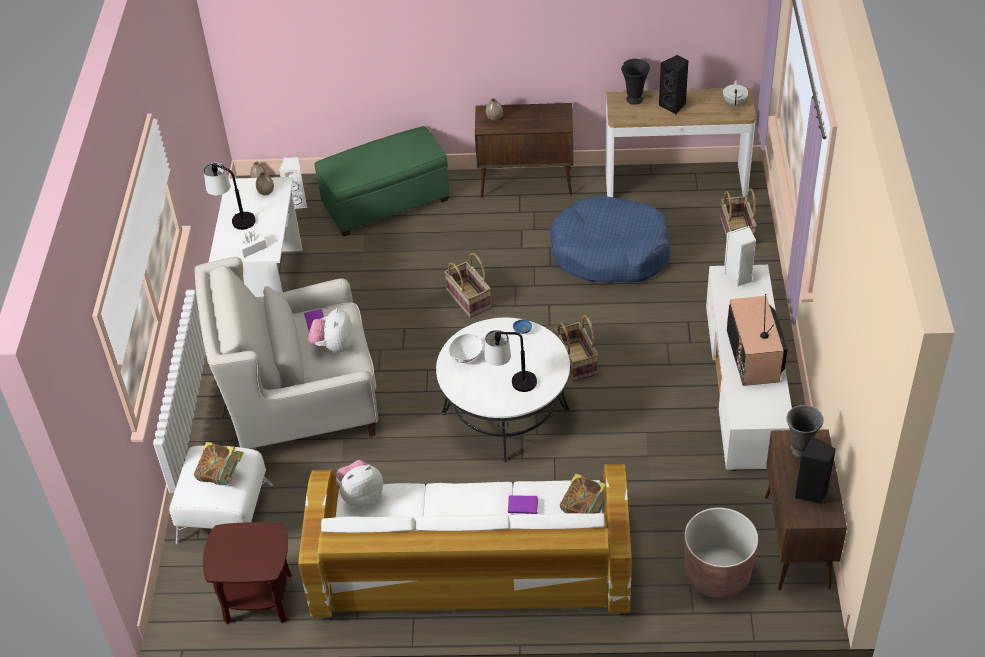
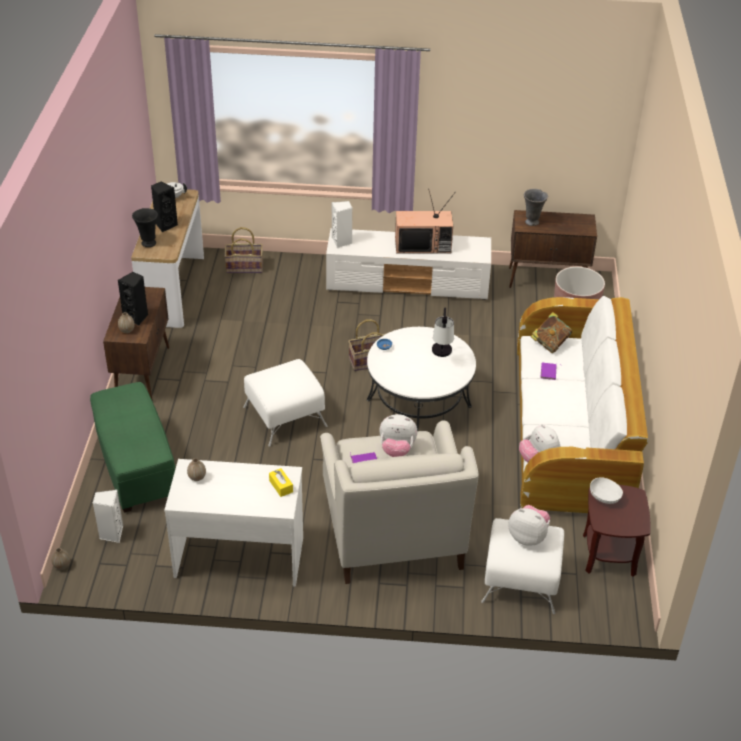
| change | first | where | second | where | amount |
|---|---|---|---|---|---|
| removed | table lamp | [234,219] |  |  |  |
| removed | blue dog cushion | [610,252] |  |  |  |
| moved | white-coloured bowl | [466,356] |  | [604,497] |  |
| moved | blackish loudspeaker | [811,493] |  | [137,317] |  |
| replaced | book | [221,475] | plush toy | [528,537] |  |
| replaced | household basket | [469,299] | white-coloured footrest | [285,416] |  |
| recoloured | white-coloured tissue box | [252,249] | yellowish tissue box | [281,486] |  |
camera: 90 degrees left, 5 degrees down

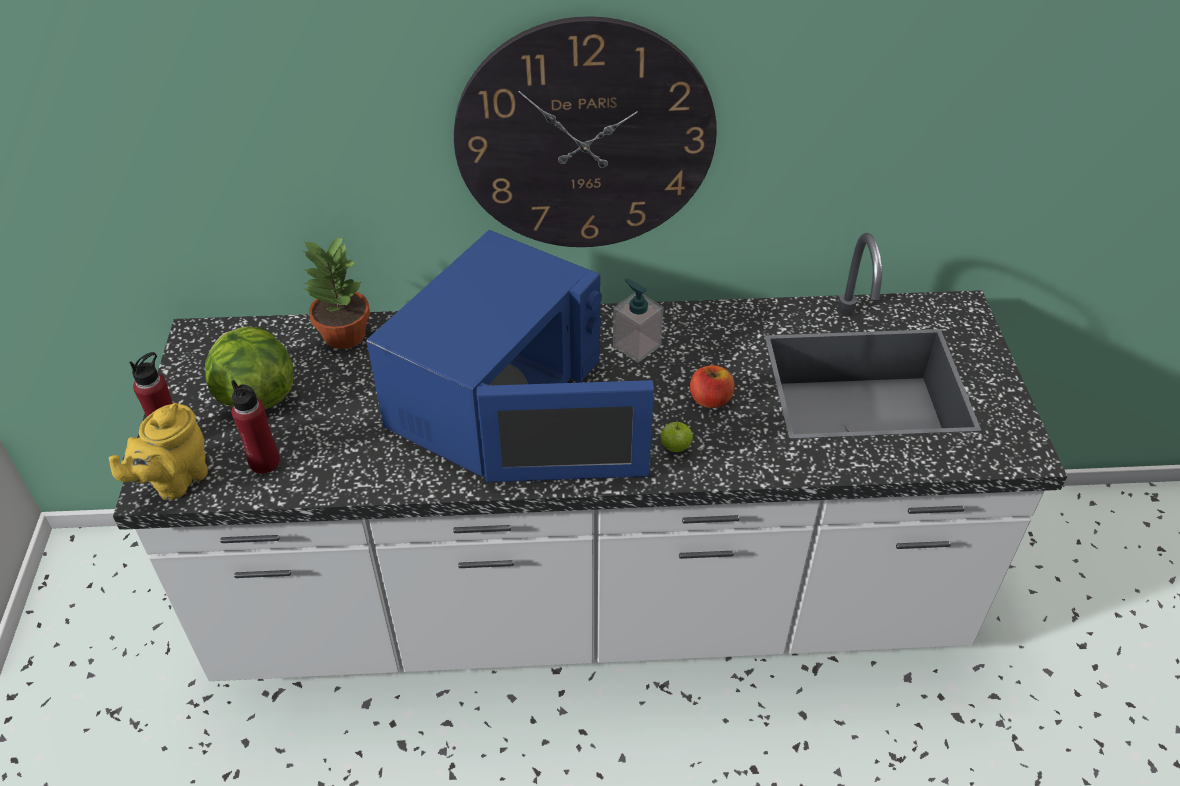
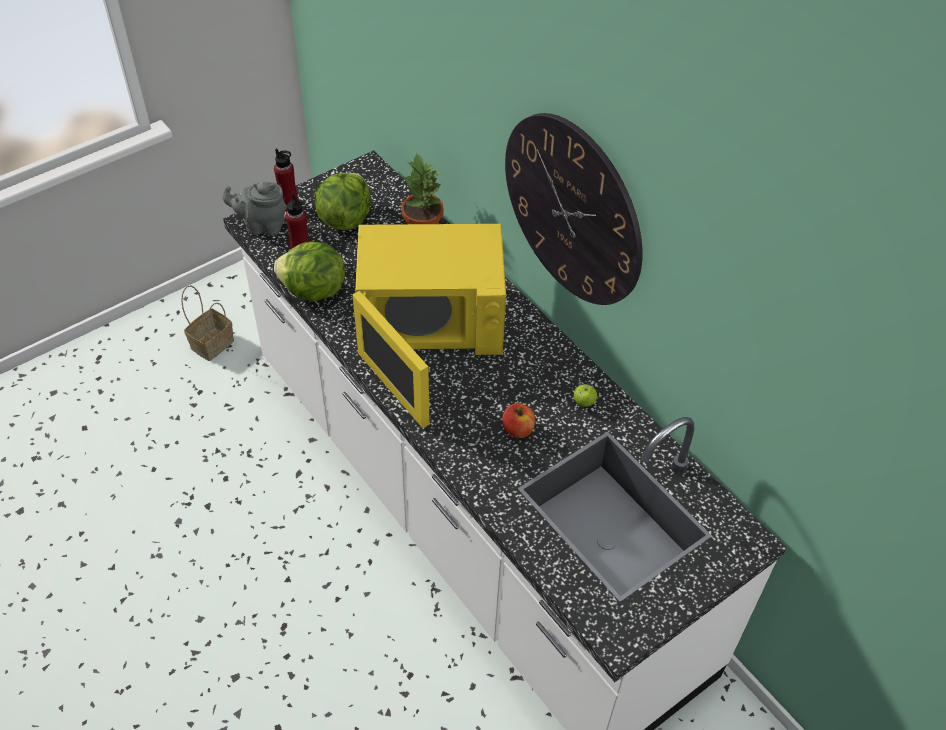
| change | first | where | second | where | amount |
|---|---|---|---|---|---|
| removed | soap dispenser | [636,346] |  |  |  |
| added |  |  | household basket | [212,343] |  |
| added |  |  | head of lettuce | [313,291] |  |
| moved | apple fruit | [675,447] |  | [584,402] |  |
| recoloured | yellowish pot for tea | [175,480] | greyish pot for tea | [262,226] |  |
| recoloured | blue microwave | [498,401] | yellowish microwave | [427,325] |  |
camera: 55 degrees right, 5 degrees up

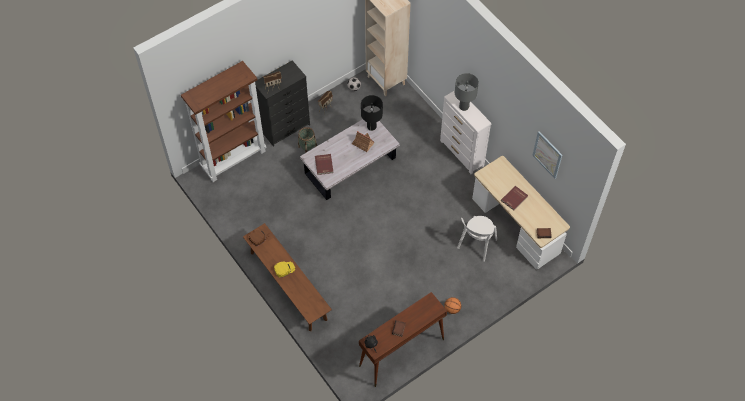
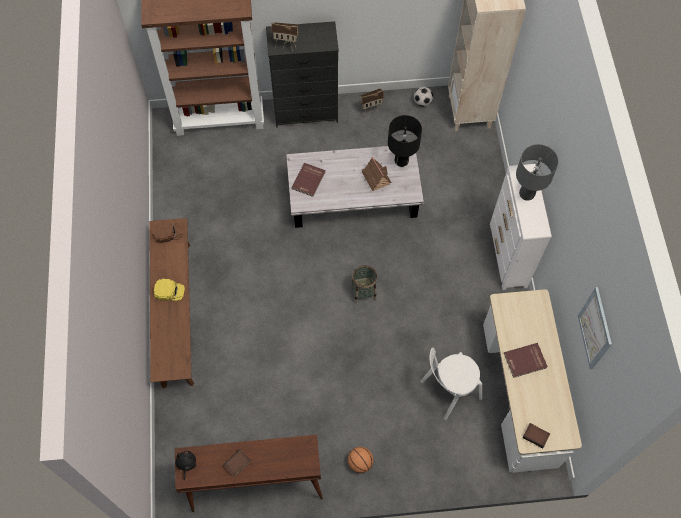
| change | first | where | second | where | amount |
|---|---|---|---|---|---|
| moved | household basket | [307,147] |  | [363,292] |  |
camera: 30 degrees right, 5 degrees up

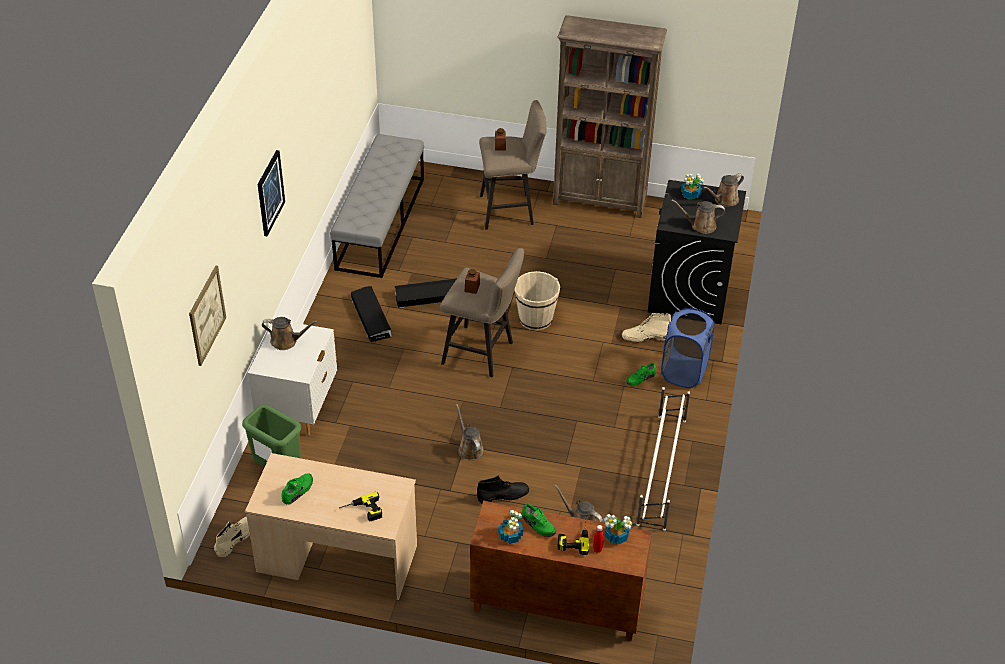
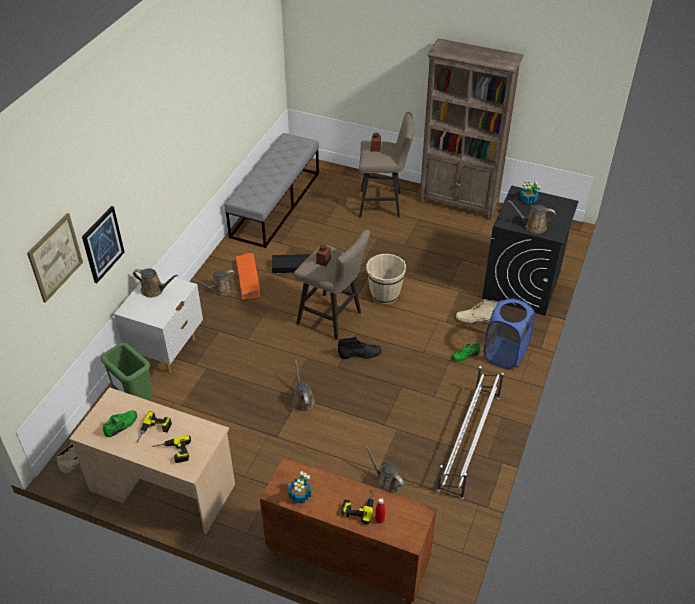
| change | first | where | second | where | amount |
|---|---|---|---|---|---|
| removed | greenish low shoe | [538,525] |  |  |  |
| removed | potted plant | [617,536] |  |  |  |
| added |  |  | drill | [154,431] |  |
| moved | wall picture | [270,193] |  | [102,244] |  |
| moved | blackish high-top boot | [503,495] |  | [360,354] |  |
| moved | brown watering can | [724,200] |  | [220,290] |  |
| recoloured | blackish storage box | [371,317] | orangey storage box | [248,279] |  |
camera: 10 degrees right, 0 degrees up

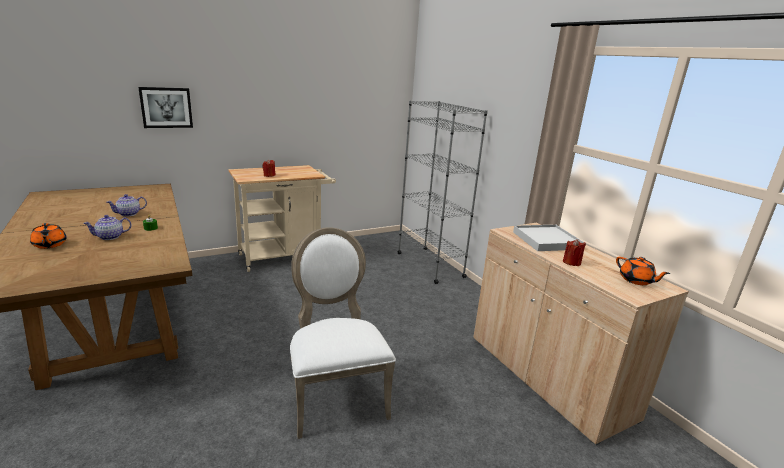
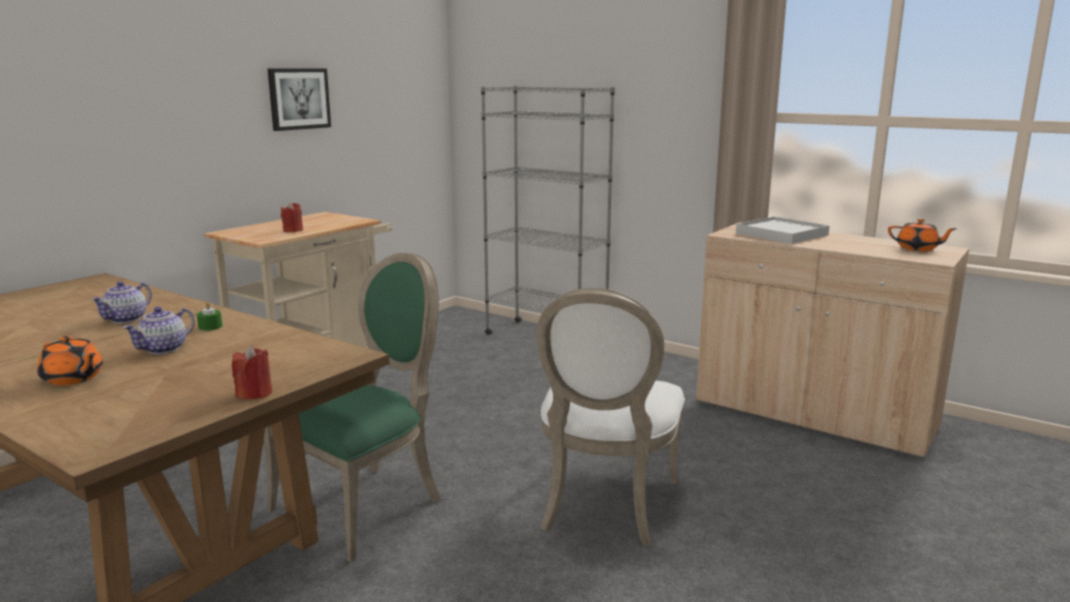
| change | first | where | second | where | amount |
|---|---|---|---|---|---|
| added |  |  | greenish chair | [365,505] |  |
| moved | wall picture | [166,107] |  | [298,99] |  |
| moved | reddish candle | [571,262] |  | [254,393] |  |
| turned | white-coloured chair | [335,394] |  | [604,507] | 120 degrees counterclockwise |
camera: 25 degrees left, 5 degrees down

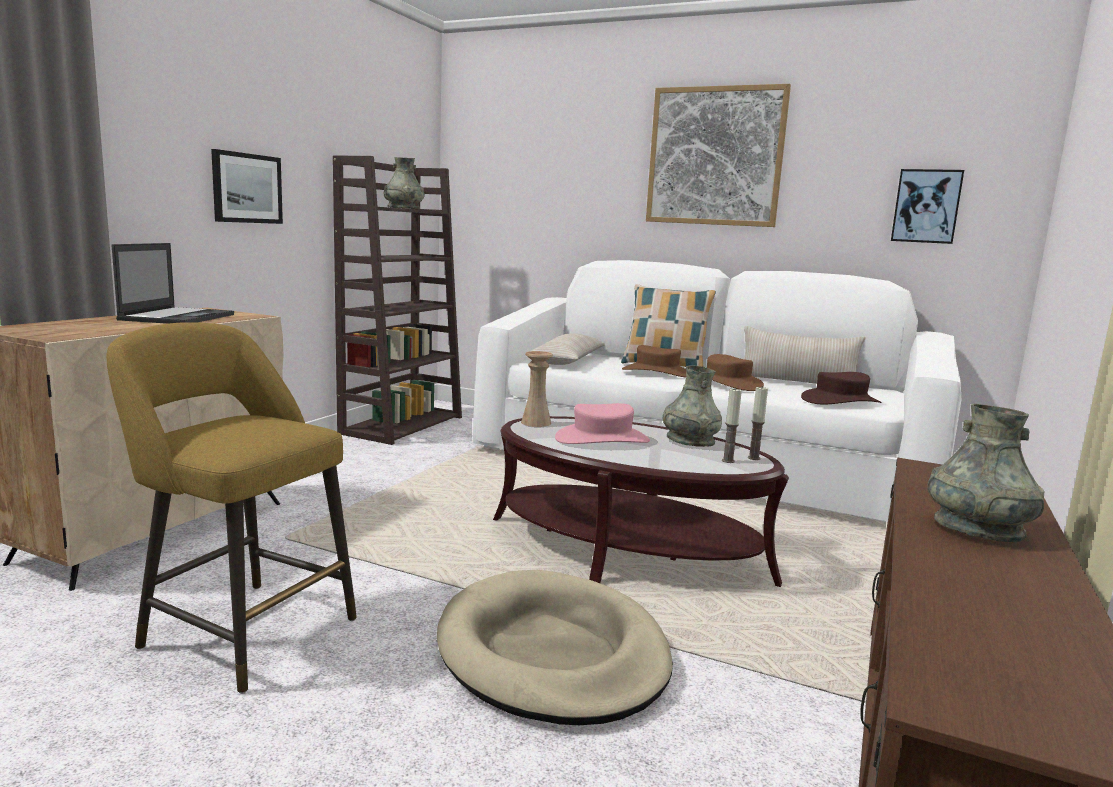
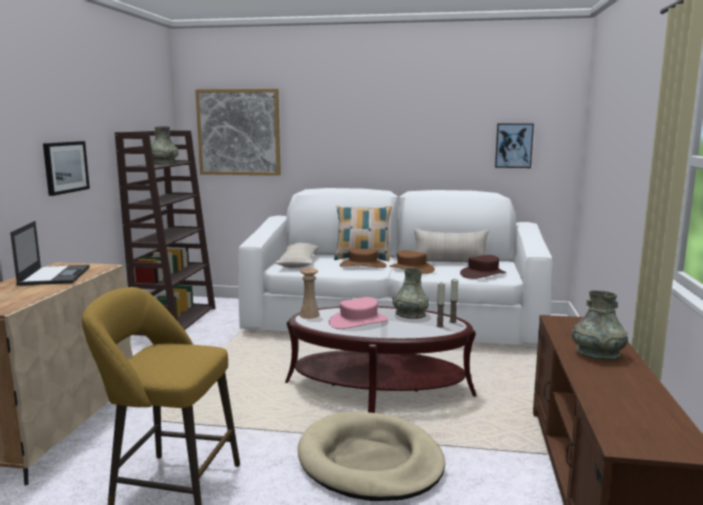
| change | first | where | second | where | amount |
|---|---|---|---|---|---|
| moved | wall picture | [715,156] |  | [239,132] |  |
camera: 15 degrees left, 0 degrees up

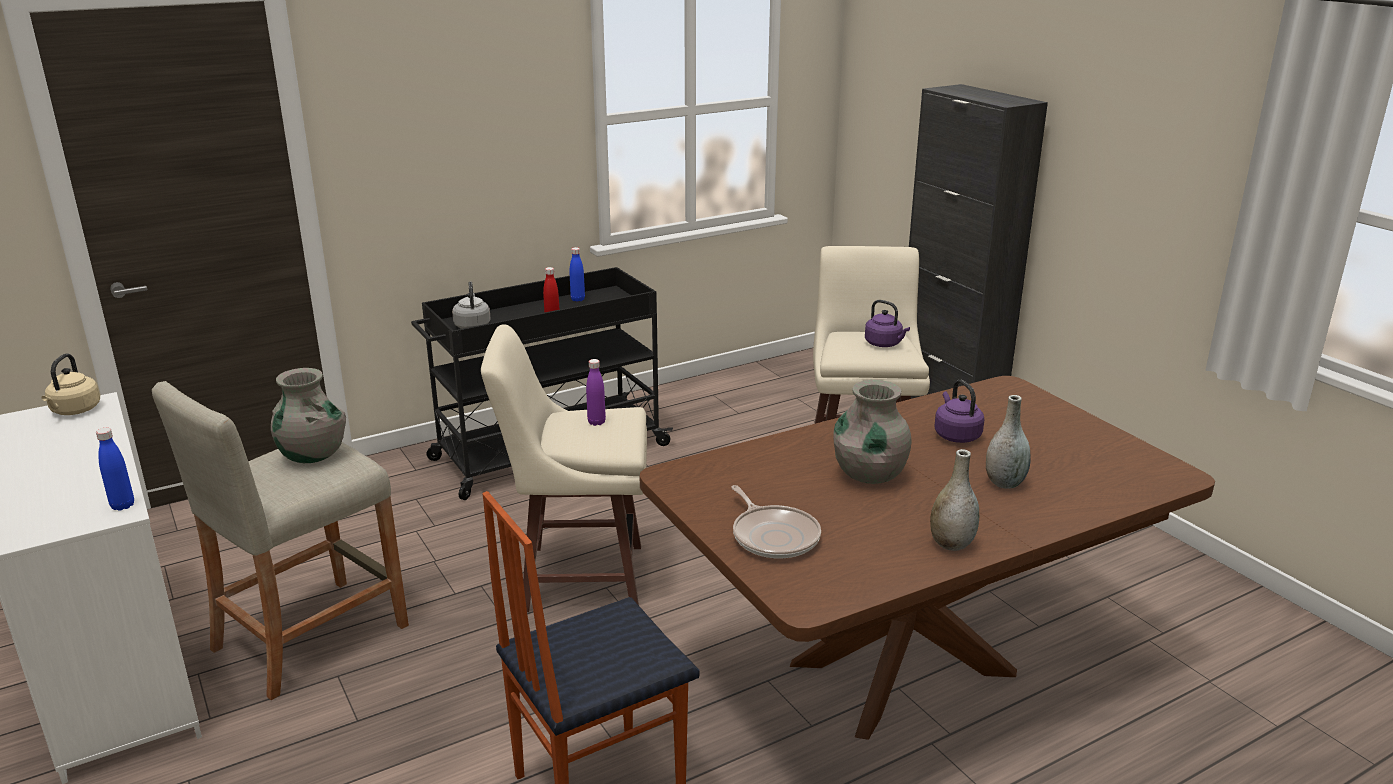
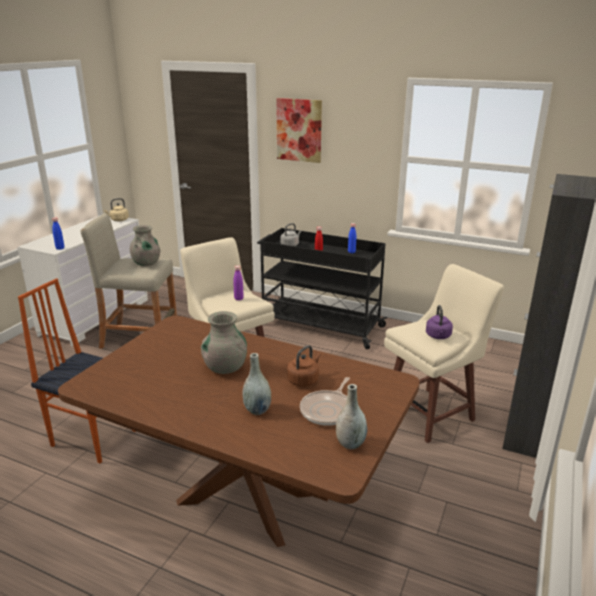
| change | first | where | second | where | amount |
|---|---|---|---|---|---|
| added |  |  | wall picture | [299,130] |  |
| moved | skillet | [774,536] |  | [328,410] |  |
| moved | greyish decorative vase | [951,544] |  | [350,444] |  |
| recoloured | purple kettle | [956,435] | brown kettle | [304,380] |  |
camera: 55 degrees right, 0 degrees up

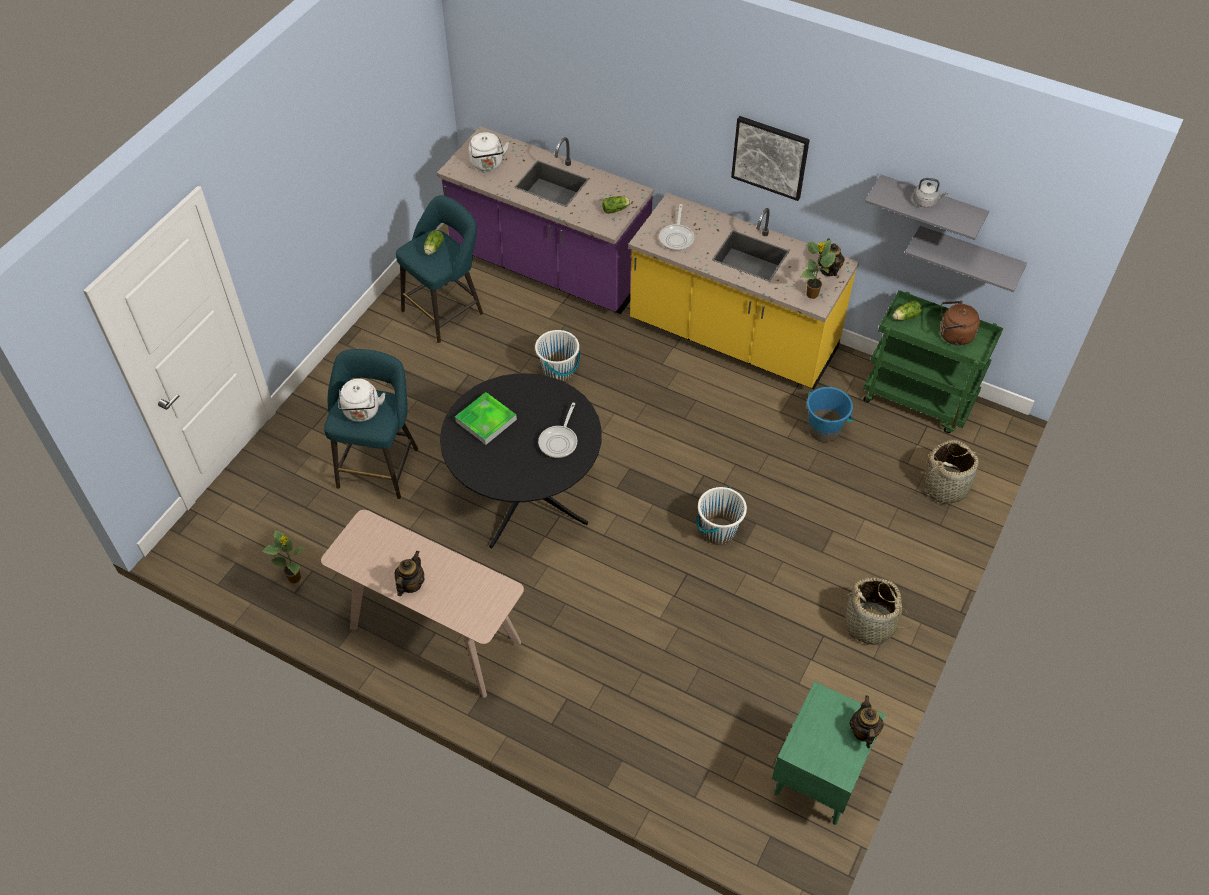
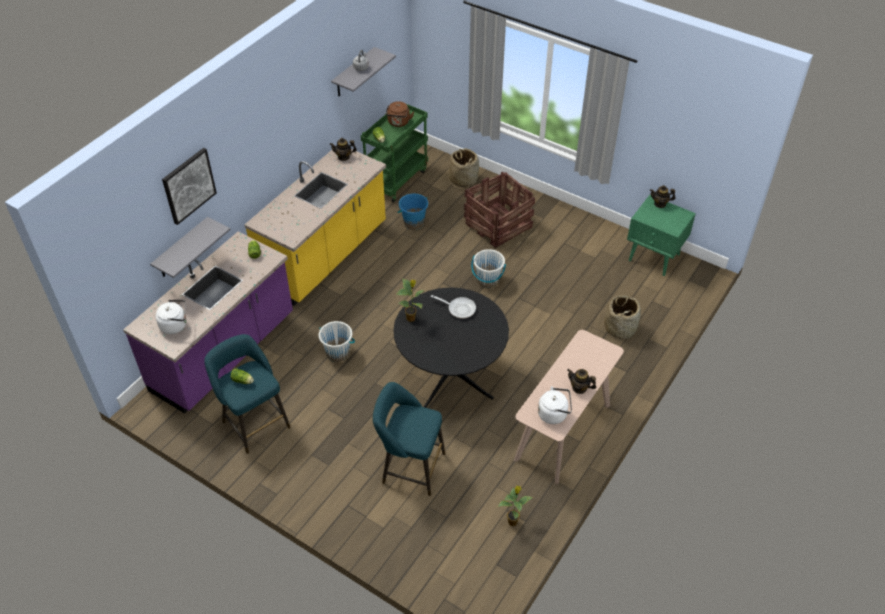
| change | first | where | second | where | amount |
|---|---|---|---|---|---|
| removed | carrying tray | [486,420] |  |  |  |
| removed | skillet | [677,237] |  |  |  |
| added |  |  | shipping crate | [498,225] |  |
| moved | white-coloured kettle | [362,412] |  | [554,414] |  |
| moved | wall picture | [770,157] |  | [188,185] |  |
| moved | potted plant | [812,295] |  | [411,318] |  |
| moved | household basket | [870,625] |  | [620,328] |  |
| moved | greyish shelf | [968,257] |  | [182,249] |  |
camera: 85 degrees left, 5 degrees down

